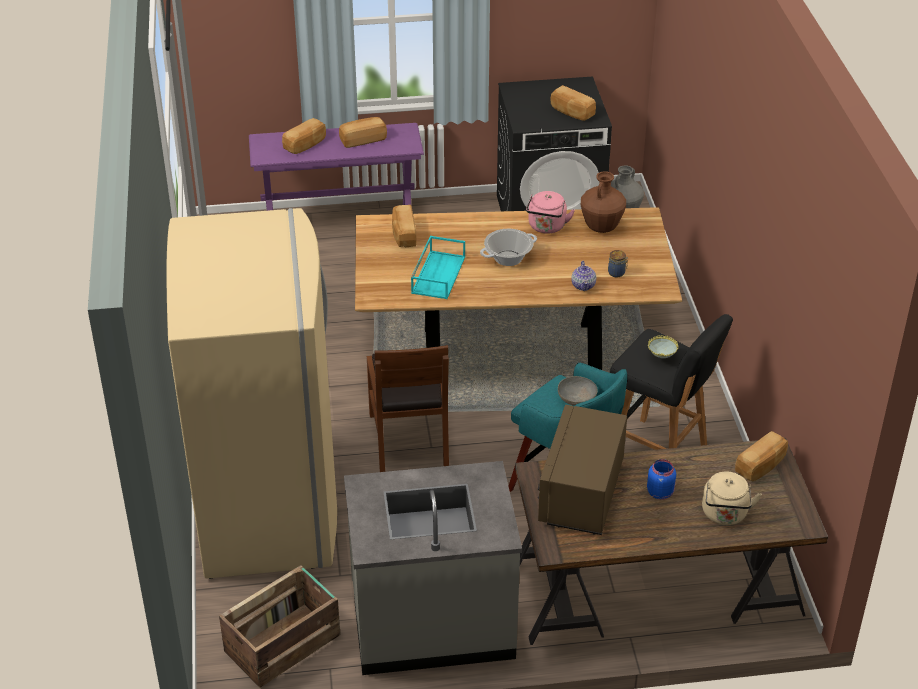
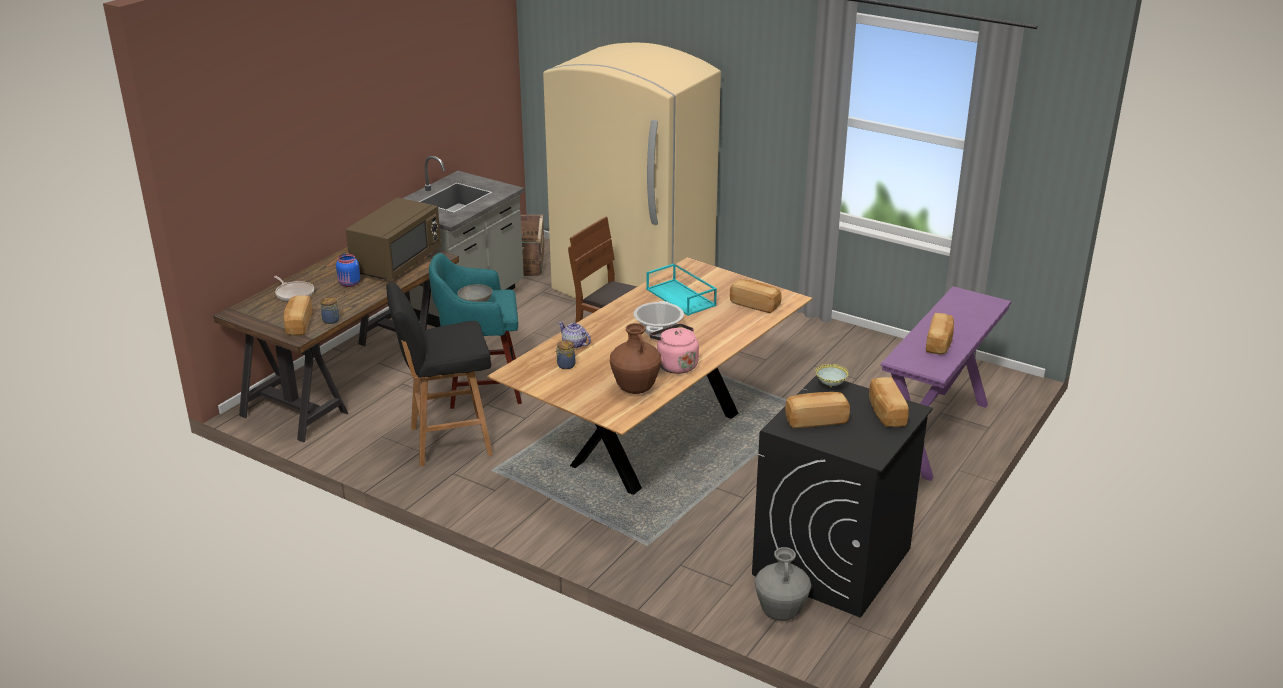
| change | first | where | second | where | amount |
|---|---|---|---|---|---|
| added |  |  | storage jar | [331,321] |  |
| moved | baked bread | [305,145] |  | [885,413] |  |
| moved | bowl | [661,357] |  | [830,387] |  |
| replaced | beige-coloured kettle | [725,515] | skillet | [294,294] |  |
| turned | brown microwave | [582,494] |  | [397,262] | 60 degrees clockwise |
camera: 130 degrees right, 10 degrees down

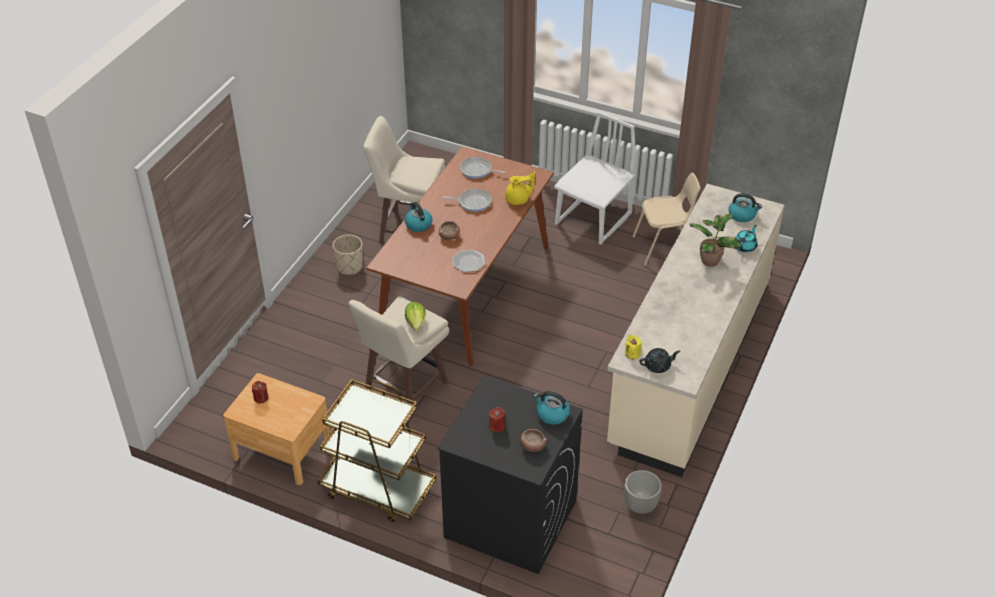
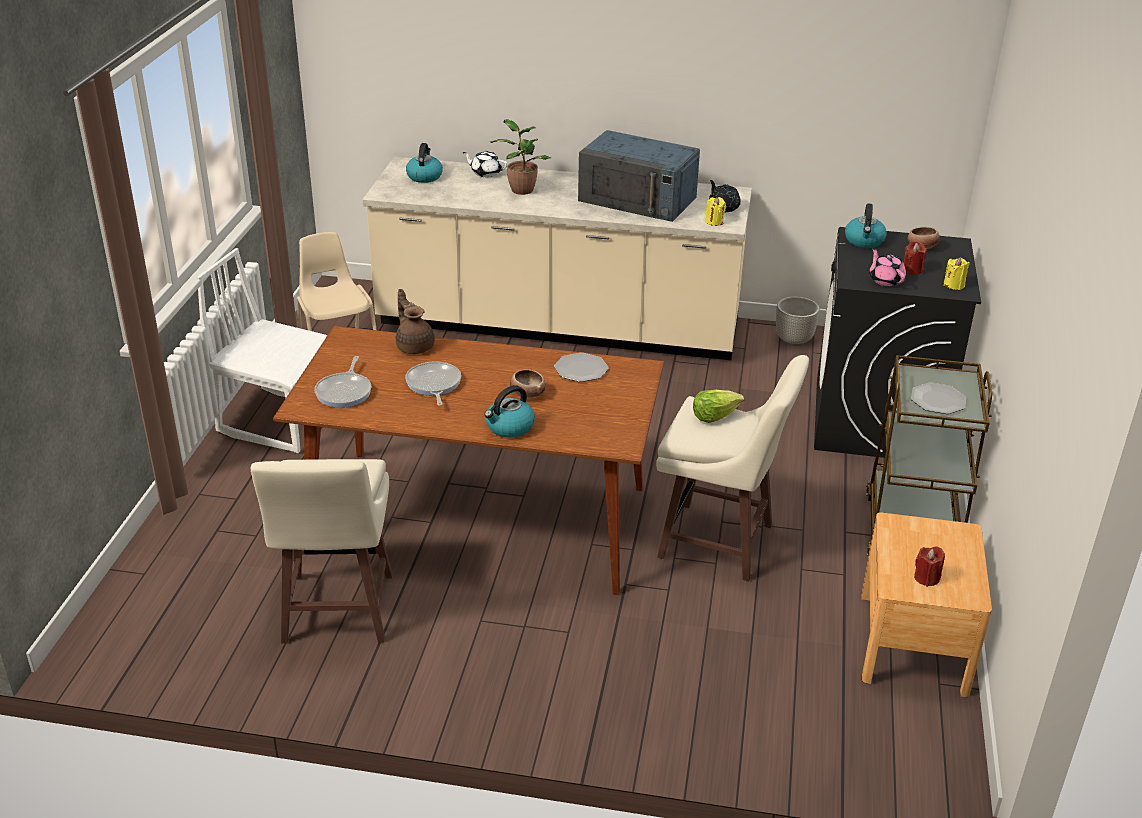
| change | first | where | second | where | amount |
|---|---|---|---|---|---|
| removed | beige-coloured flower pot | [349,267] |  |  |  |
| added |  |  | blue microwave | [638,199] |  |
| added |  |  | pink pot for tea | [885,280] |  |
| added |  |  | flat dish | [938,400] |  |
| added |  |  | yellowish candle | [954,285] |  |
| recoloured | yellowish pot for tea | [518,199] | brown pot for tea | [414,346] |  |
| recoloured | turquoise-coloured pot for tea | [745,246] | white-coloured pot for tea | [485,173] |  |
camera: 105 degrees left, 10 degrees down

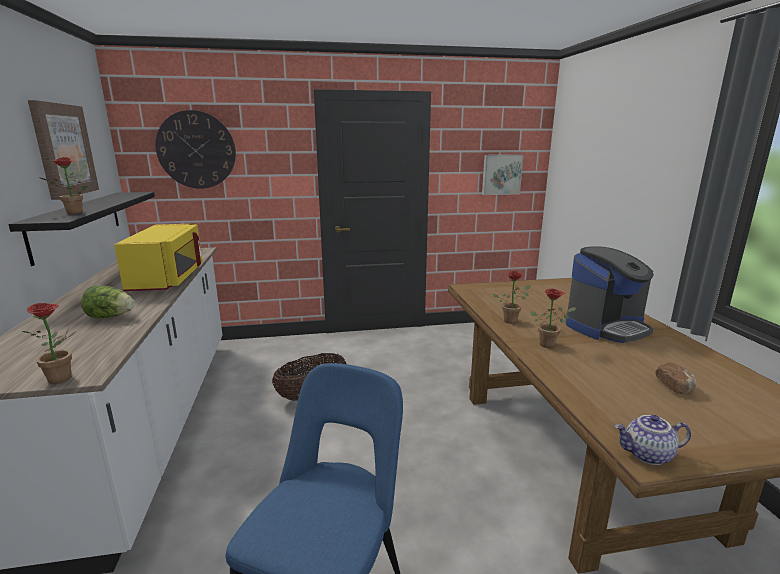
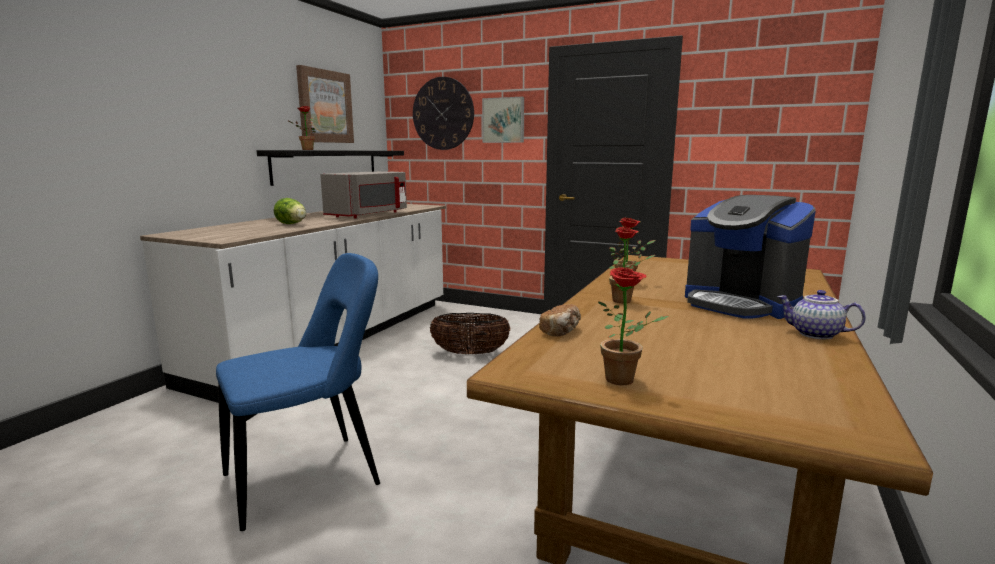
| change | first | where | second | where | amount |
|---|---|---|---|---|---|
| moved | potted plant | [65,378] |  | [626,380] |  |
| moved | wall picture | [501,174] |  | [504,120] |  |
| moved | pot for tea | [647,455] |  | [815,334] |  |
| moved | baked bread | [674,386] |  | [561,331] |  |
| recoloured | yellowish microwave | [169,278] | greyish microwave | [369,215] |  |
| turned | coffee machine | [606,327] |  | [740,304] | 45 degrees clockwise |
camera: 35 degrees right, 5 degrees down

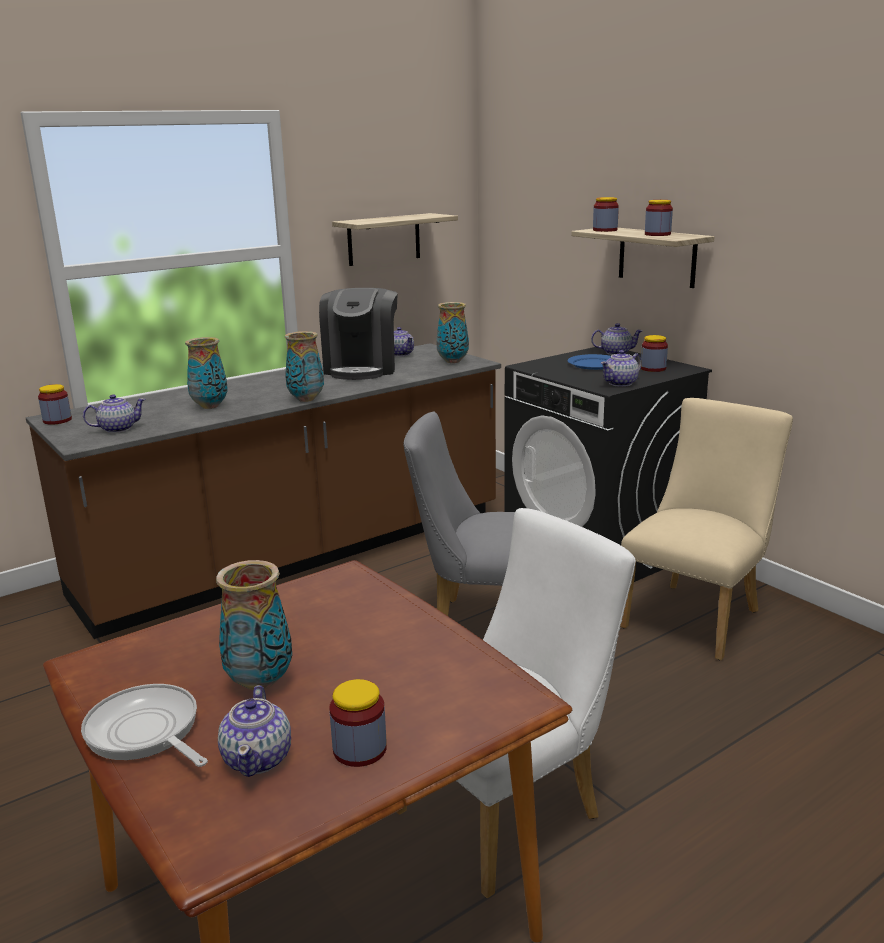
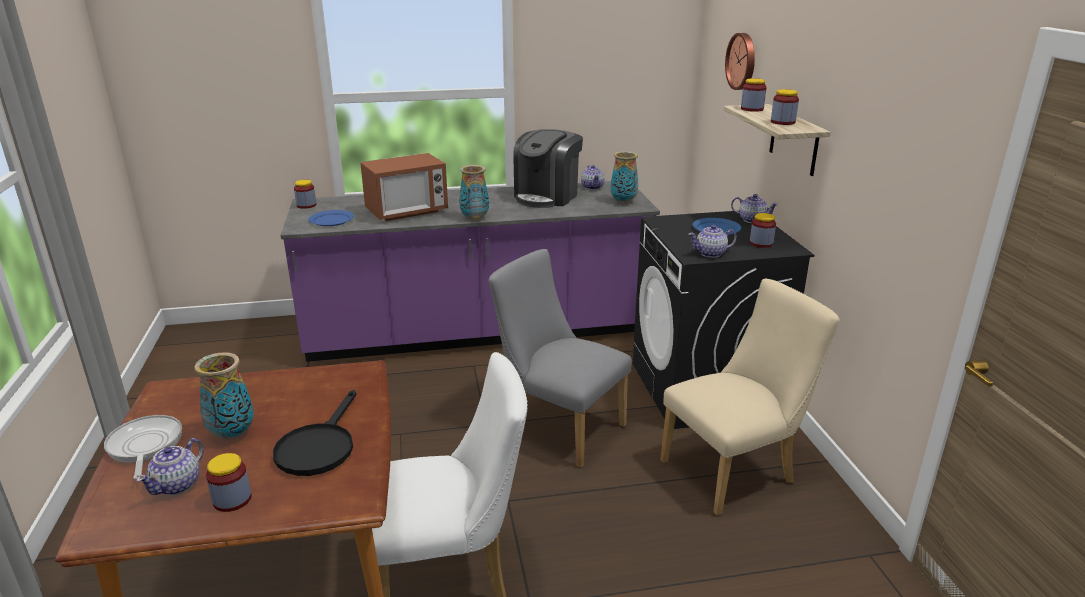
| change | first | where | second | where | amount |
|---|---|---|---|---|---|
| removed | shelf | [384,239] |  |  |  |
| added |  |  | blackish skillet | [319,446] |  |
| added |  |  | hanging clock | [742,61] |  |
| replaced | pot for tea | [117,429] | blue flat dish | [331,220] |  |
| replaced | decorative vase | [210,406] | microwave | [407,212] |  |
| recoloured | brown counter | [298,554] | purple counter | [477,332] |  |
camera: 25 degrees right, 5 degrees up

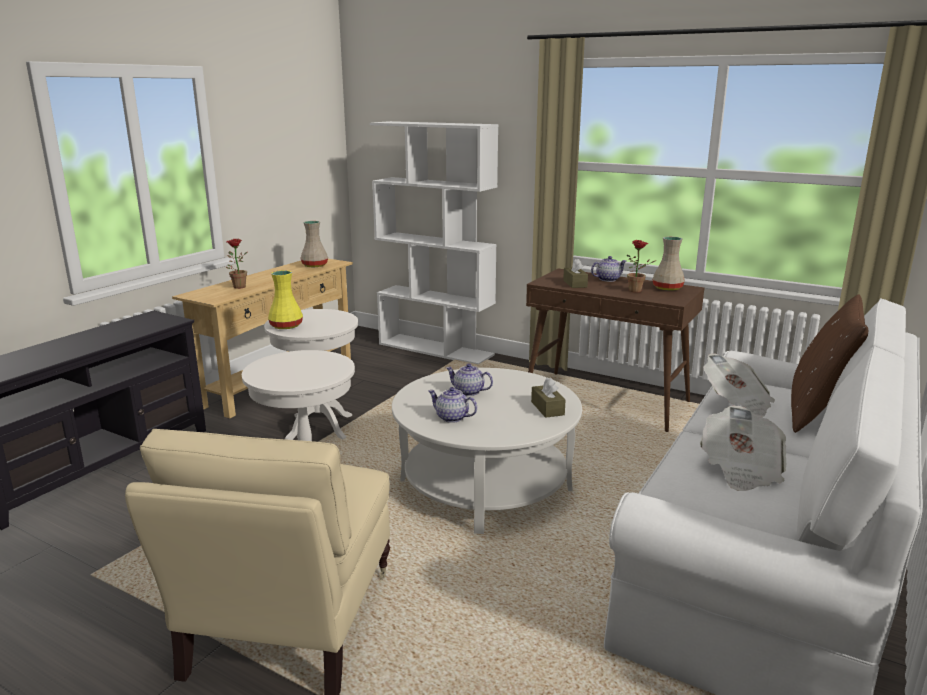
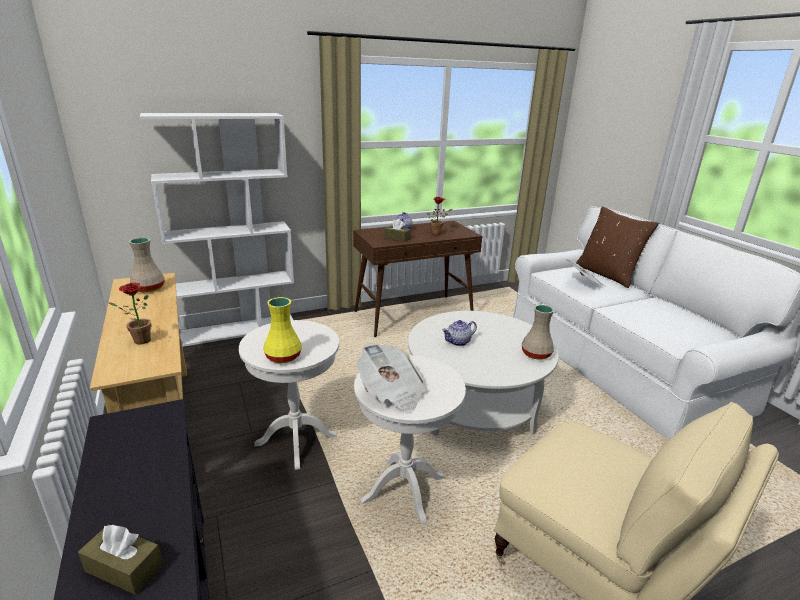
| change | first | where | second | where | amount |
|---|---|---|---|---|---|
| removed | pot for tea | [451,417] |  |  |  |
| moved | brown tissue box | [547,408] |  | [124,568] |  |
| moved | beige-coloured decorative vase | [668,288] |  | [537,354] |  |
| moved | printed paper | [740,469] |  | [392,393] |  |
camera: 55 degrees left, 5 degrees up

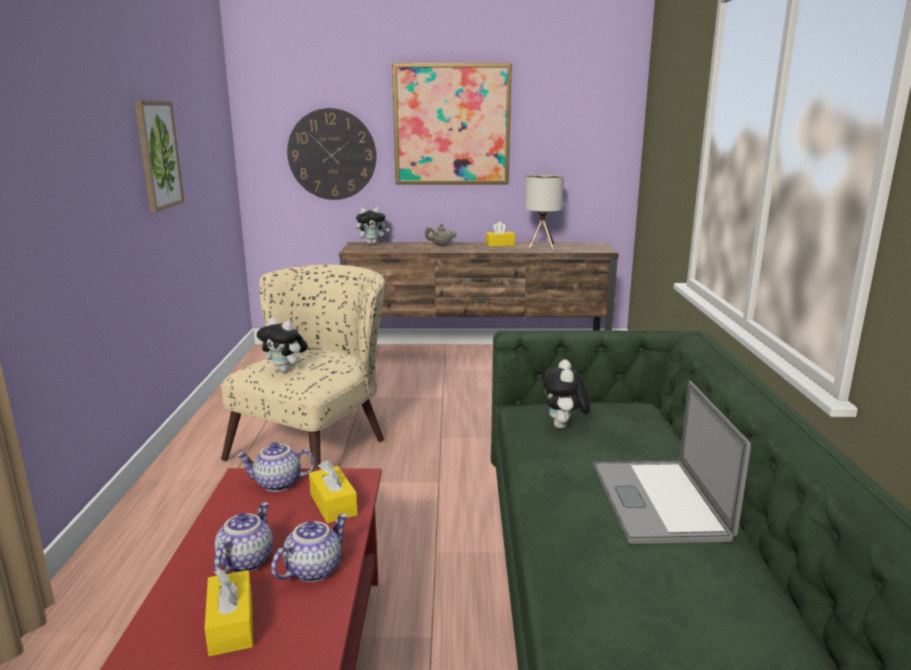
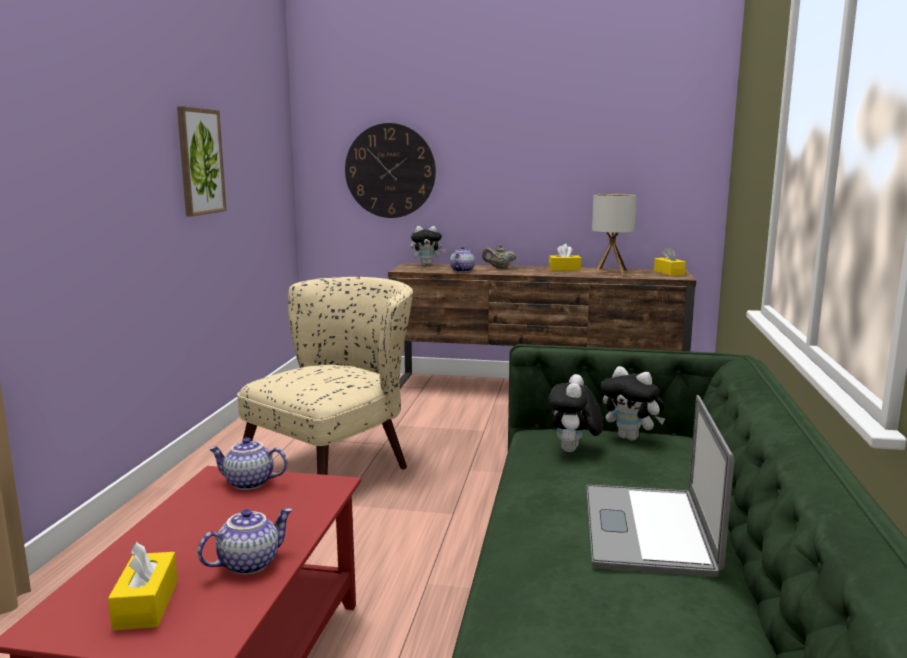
| change | first | where | second | where | amount |
|---|---|---|---|---|---|
| removed | wall picture | [452,125] |  |  |  |
| moved | pot for tea | [245,561] |  | [461,270] |  |
| moved | plush toy | [285,370] |  | [631,438] |  |
| moved | yellowish tissue box | [333,504] |  | [669,273] |  |
camera: 10 degrees right, 5 degrees down

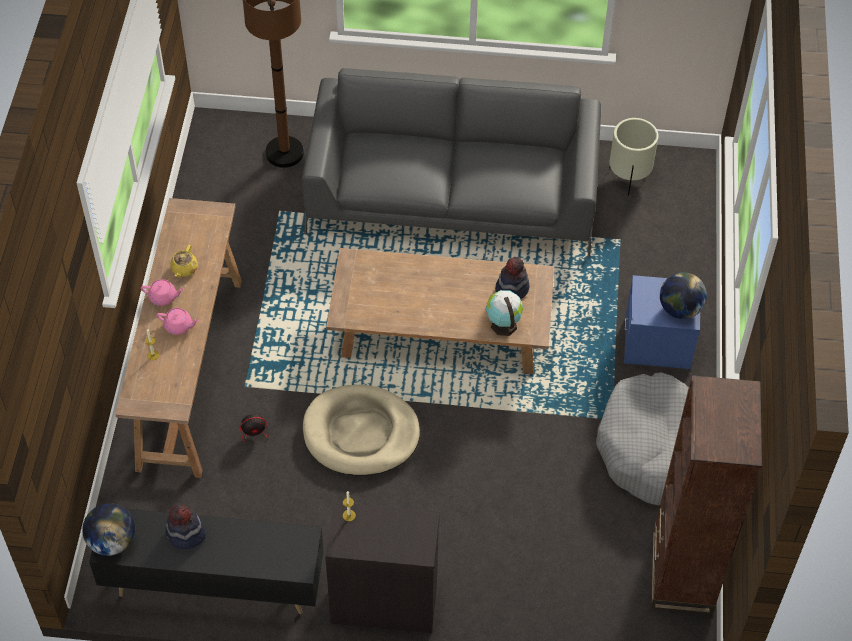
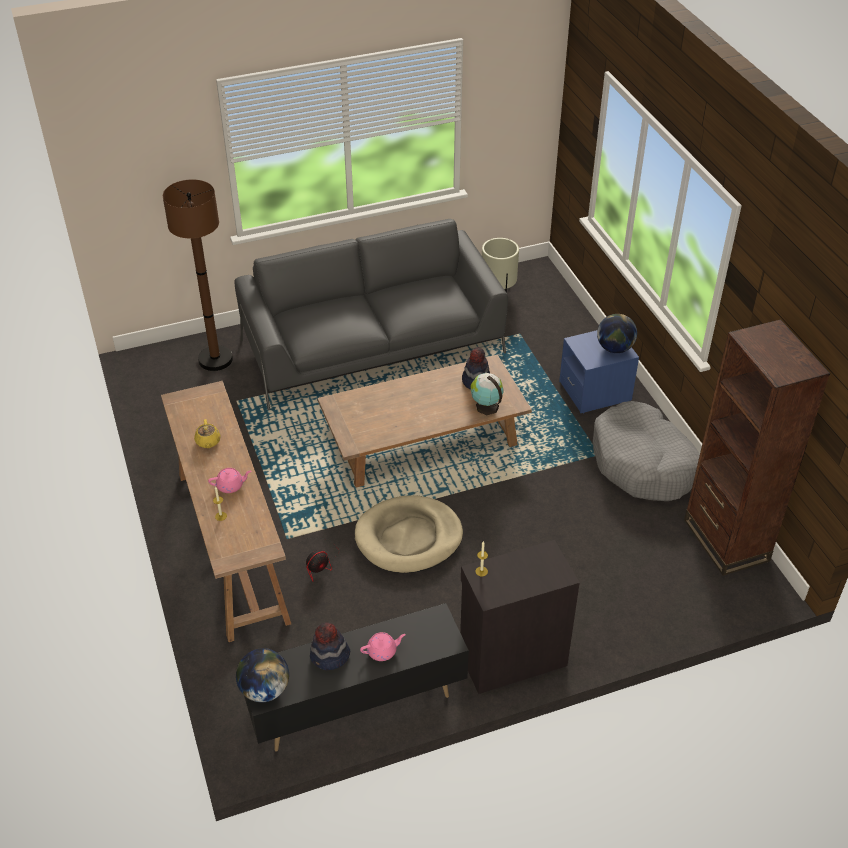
| change | first | where | second | where | amount |
|---|---|---|---|---|---|
| moved | pink pot for tea | [163,297] |  | [382,651] |  |
camera: 25 degrees left, 10 degrees down

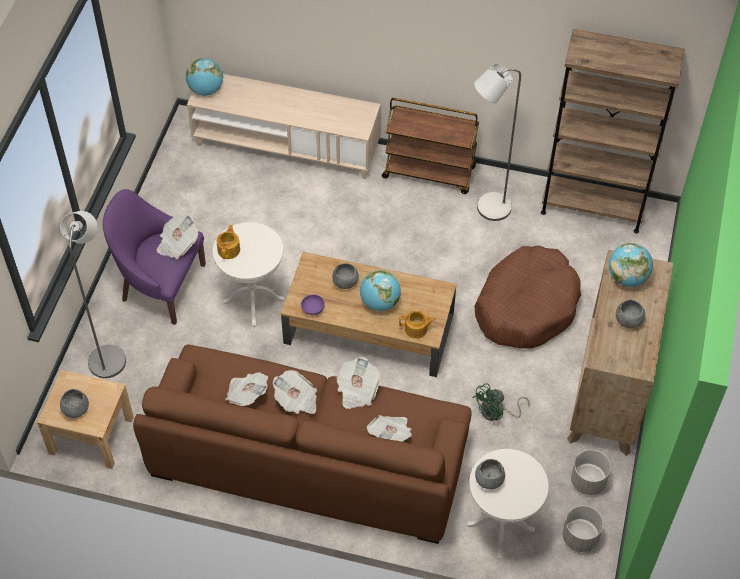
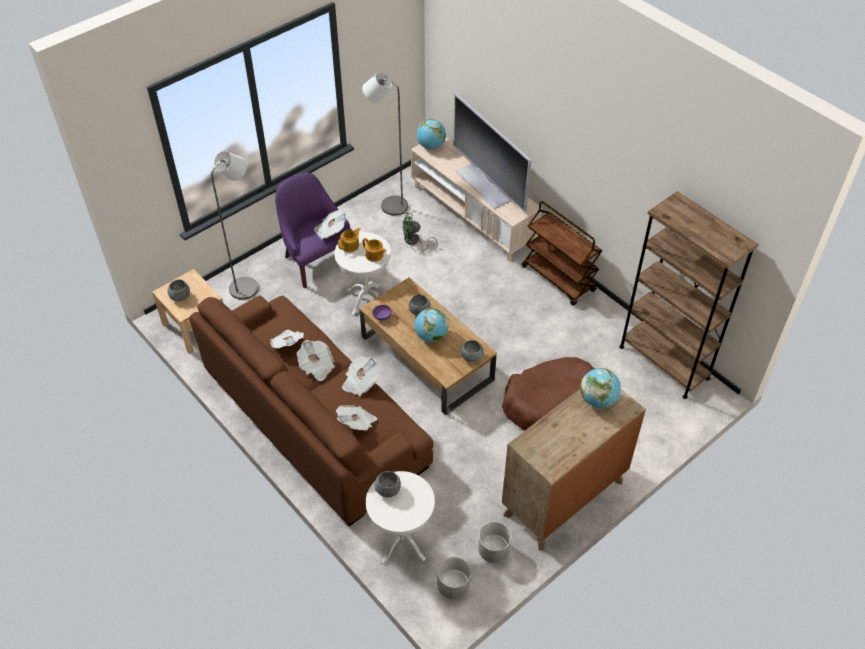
| change | first | where | second | where | amount |
|---|---|---|---|---|---|
| added |  |  | television | [484,185] |  |
| moved | pot for tea | [416,329] |  | [374,255] |  |
| moved | greenish electric fan | [496,413] |  | [414,241] |  |
| moved | greyish floor lamp | [487,209] |  | [389,205] |  |
| moved | greyish bowl | [628,321] |  | [471,357] |  |
camera: 35 degrees right, 5 degrees down

